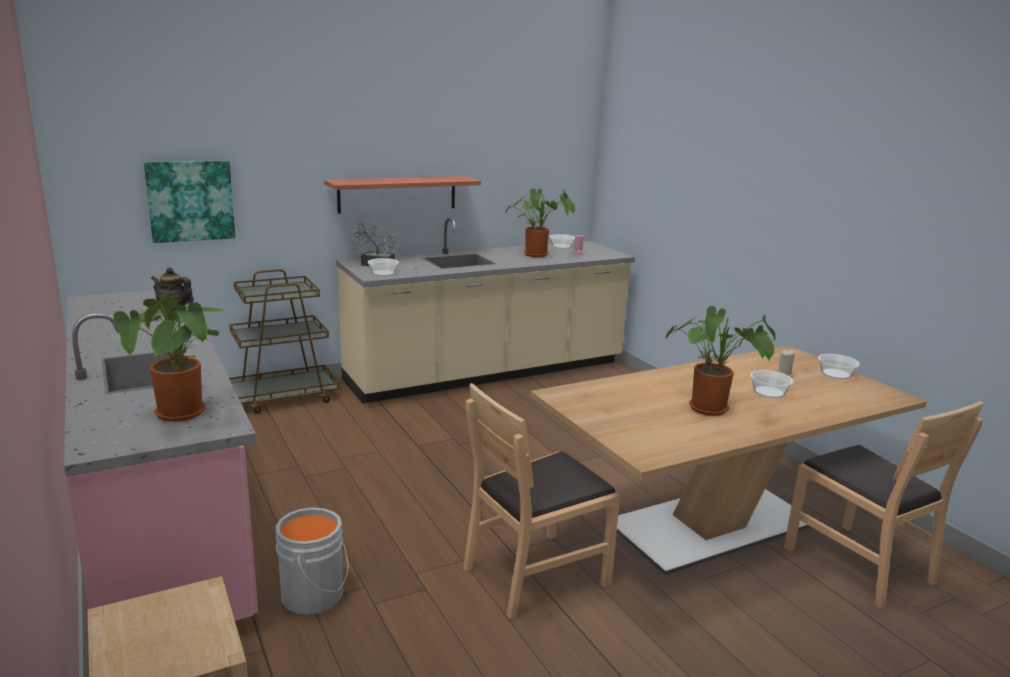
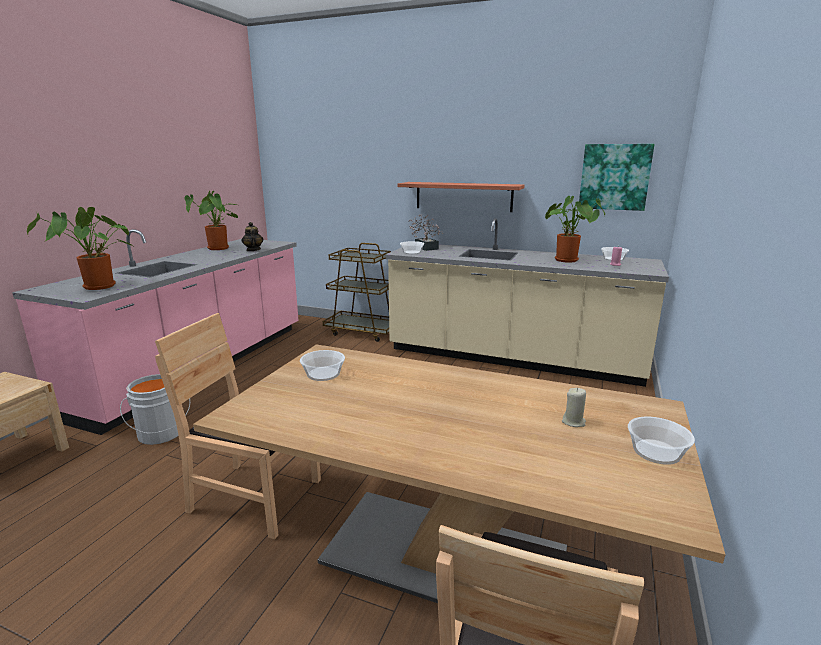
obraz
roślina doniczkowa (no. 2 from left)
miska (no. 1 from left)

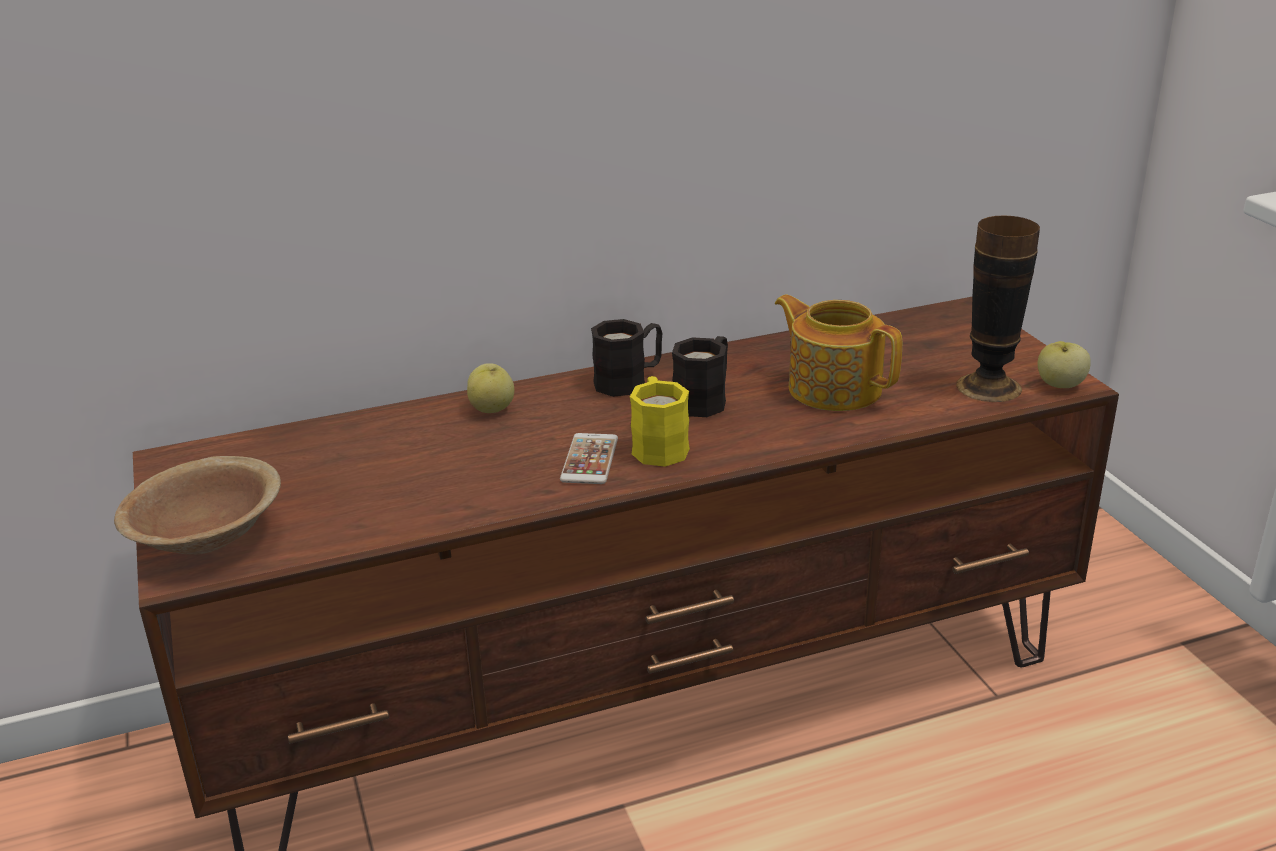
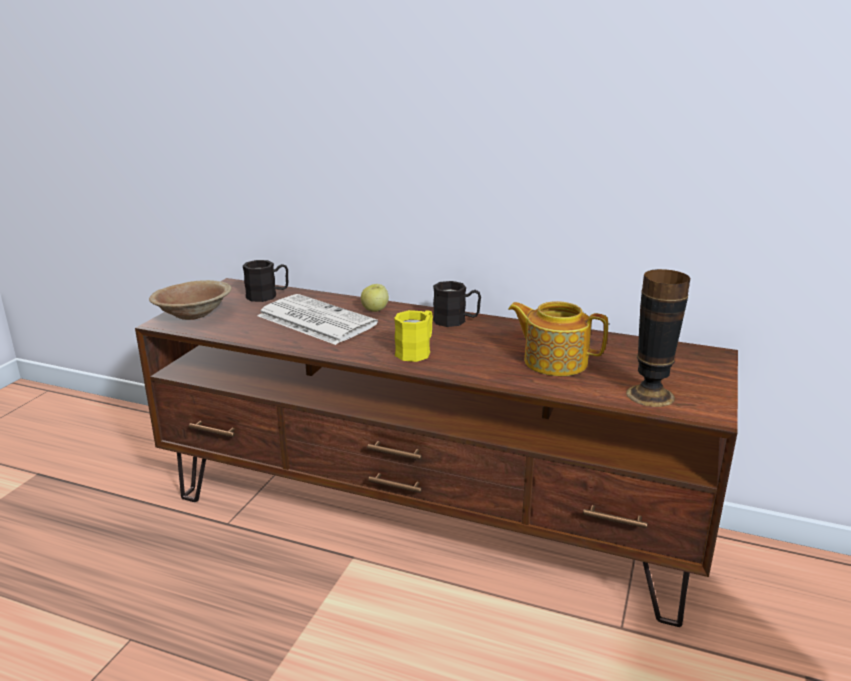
telefon
kubek (czarny) (no. 1 from left)
imbryk
jabłko (no. 2 from left in the first image)
gazeta

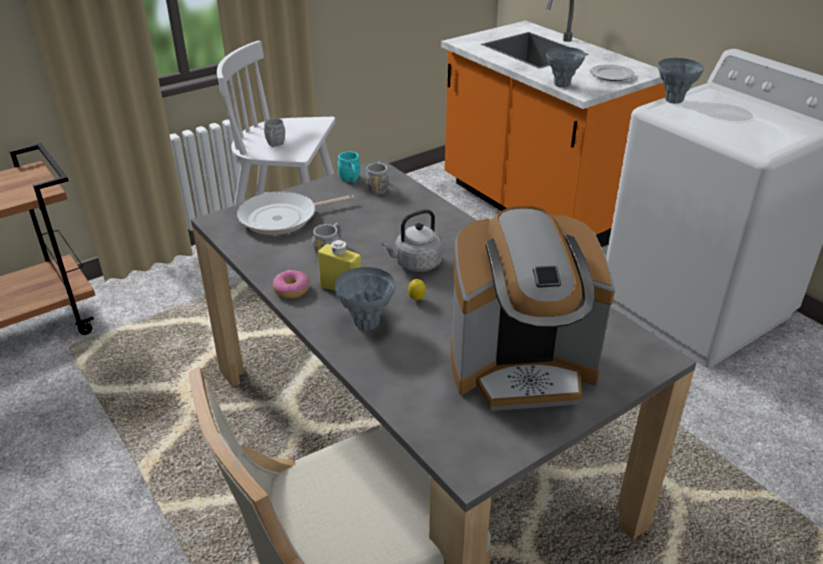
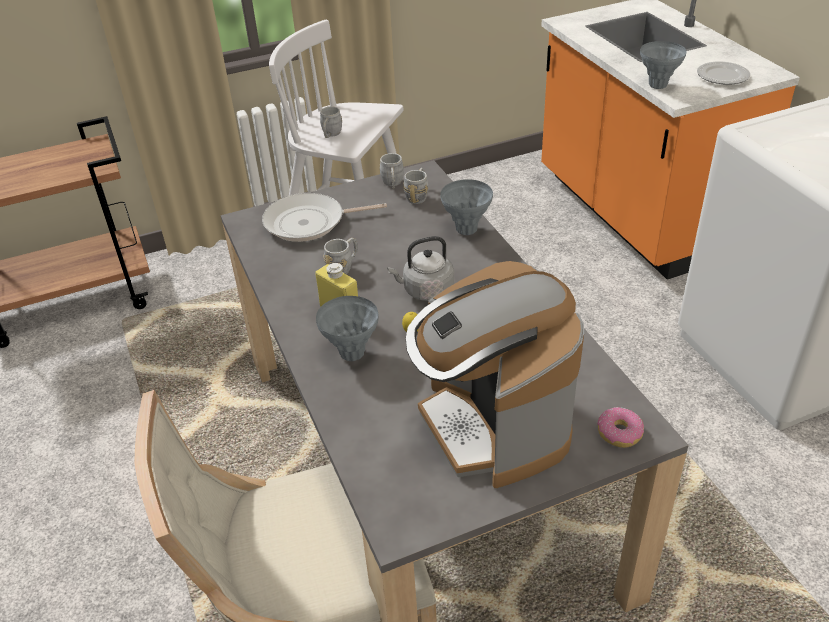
donut
kubek (szary) (no. 3 from left)
ekspres do kawy
wazon (szary) (no. 2 from left)

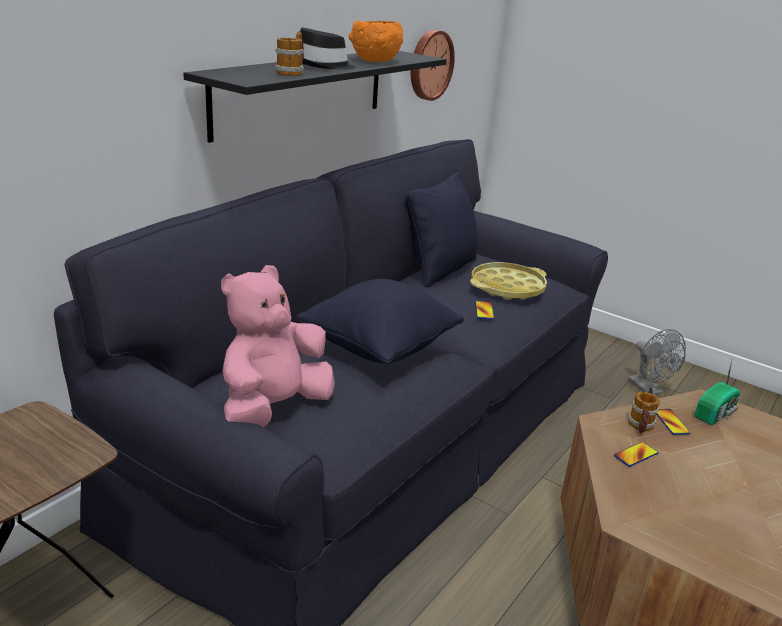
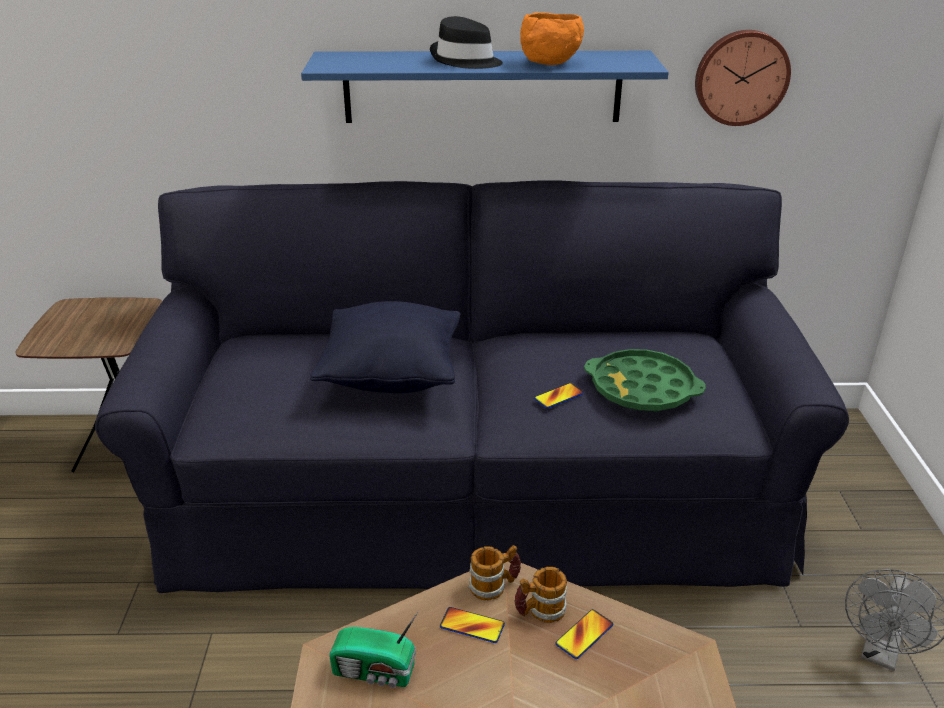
półka (niebieski)
pluszak (różowy)
kubek (no. 1 from left)
poduszka (czarny) (no. 2 from left in the first image)
taca (zielony)
radio

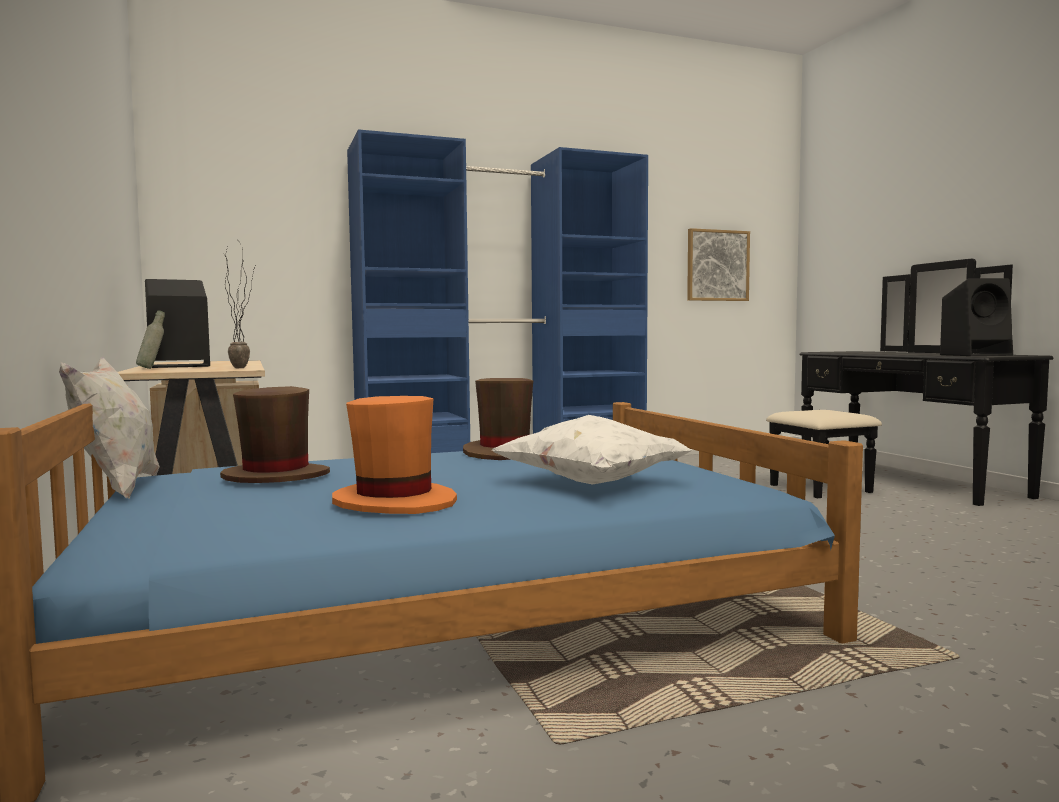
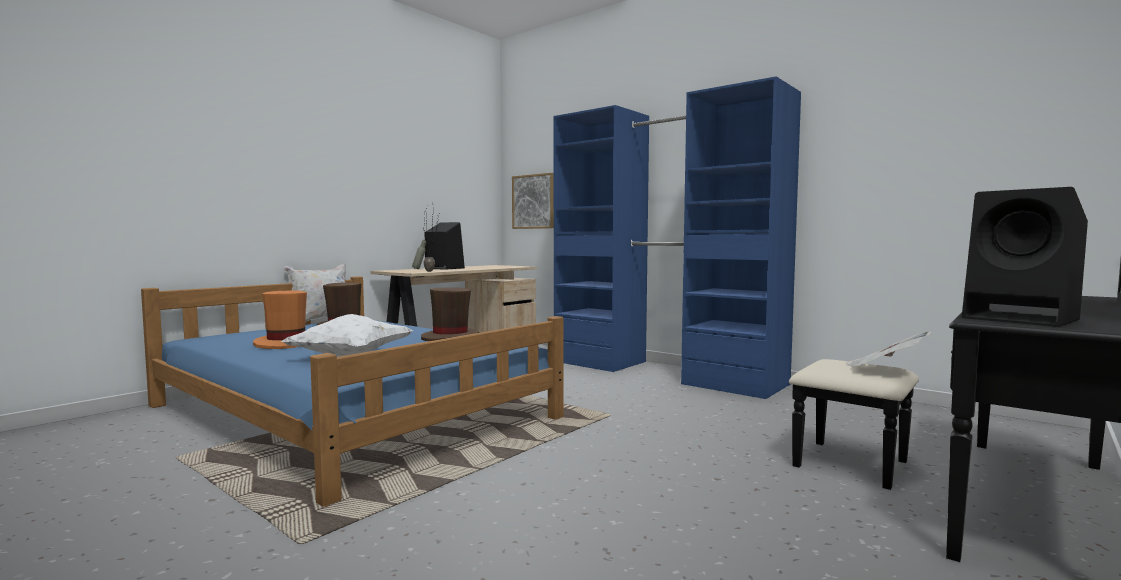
obraz
gazeta

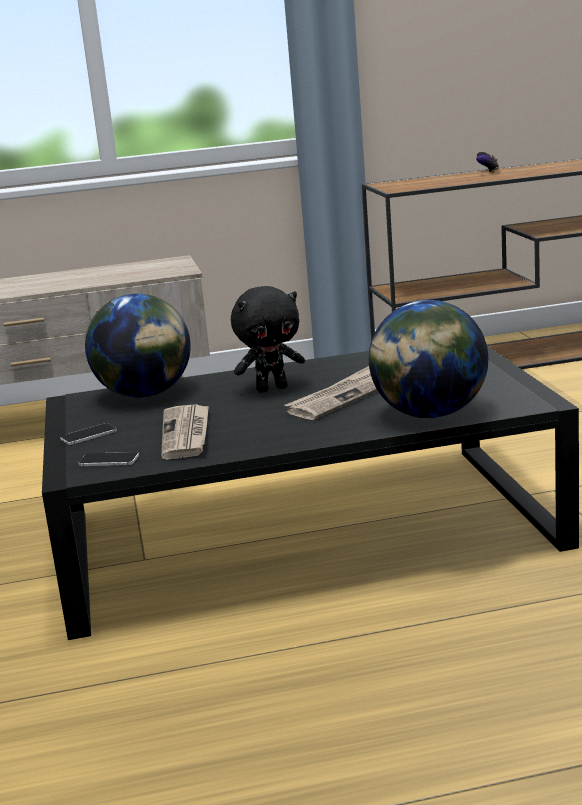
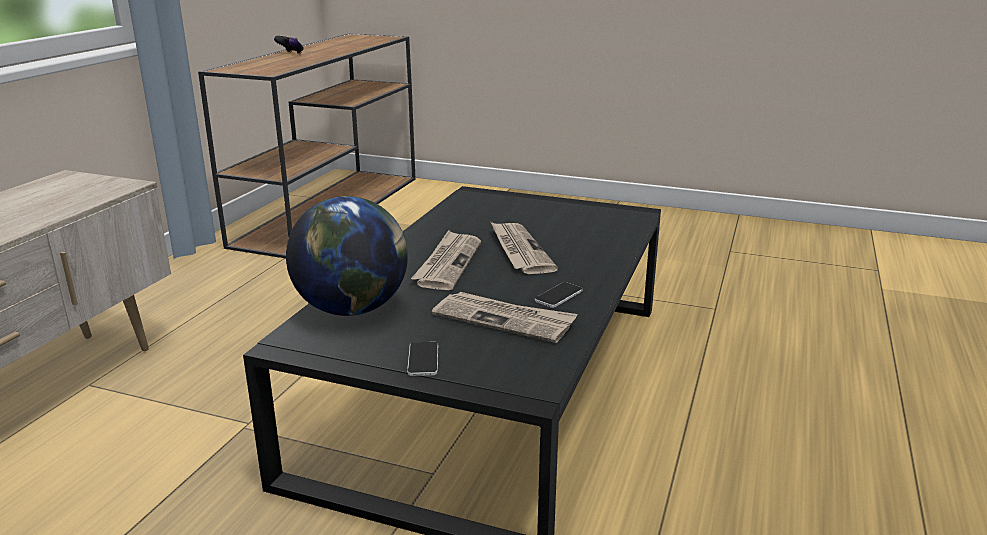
telefon (no. 2 from left)
gazeta (no. 1 from left)
globus (no. 2 from left in the first image)

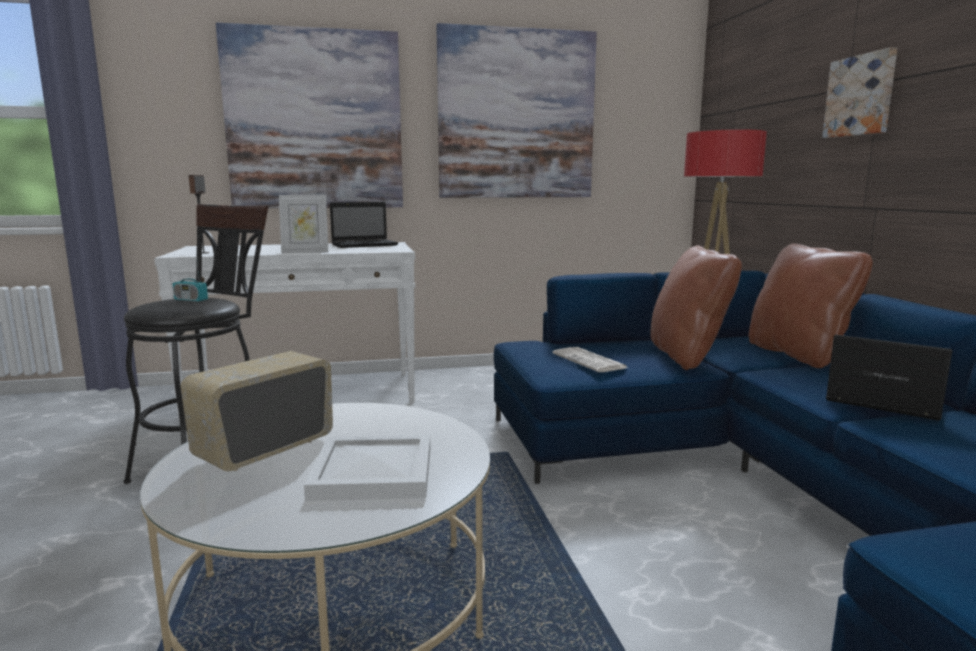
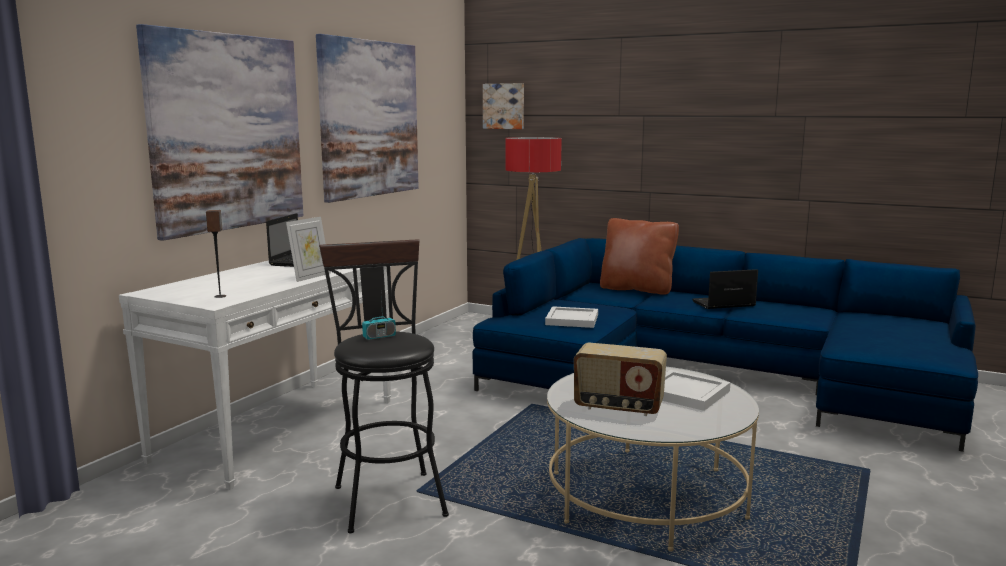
radio (no. 2 from left)
taca (biały) (no. 1 from left)
poduszka (brązowy) (no. 1 from left in the first image)
obraz (no. 3 from left)

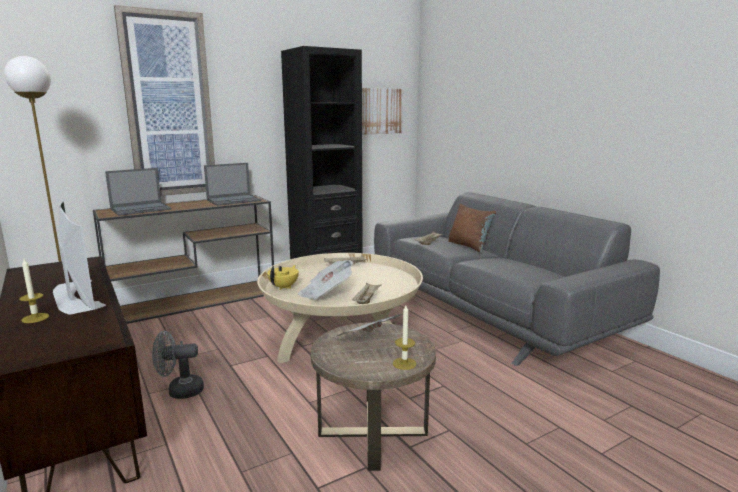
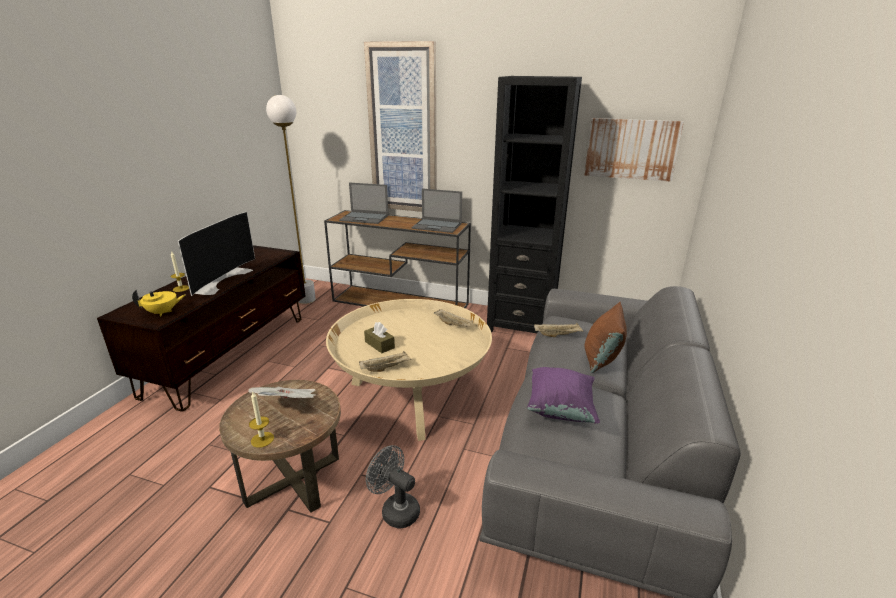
wentylator (szary)
imbryk (żółty)
pudełko chusteczek (brązowy)
poduszka (fioletowy)

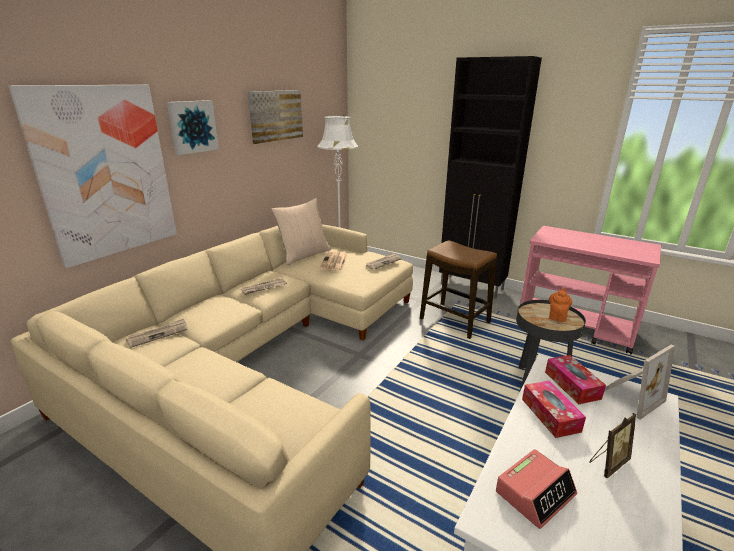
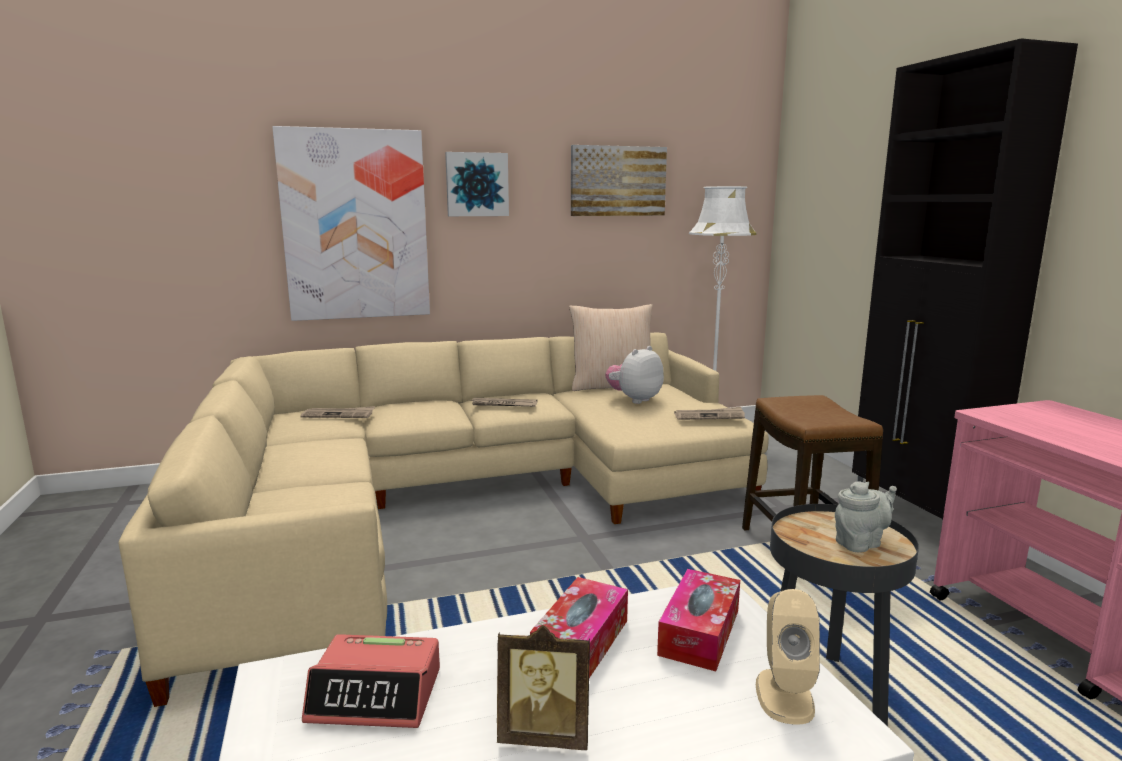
pluszak
imbryk (szary)
głośnik (beżowy)

